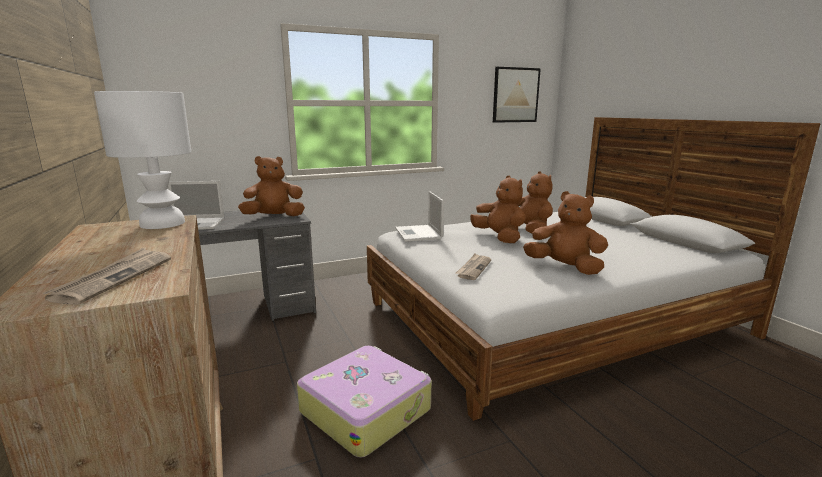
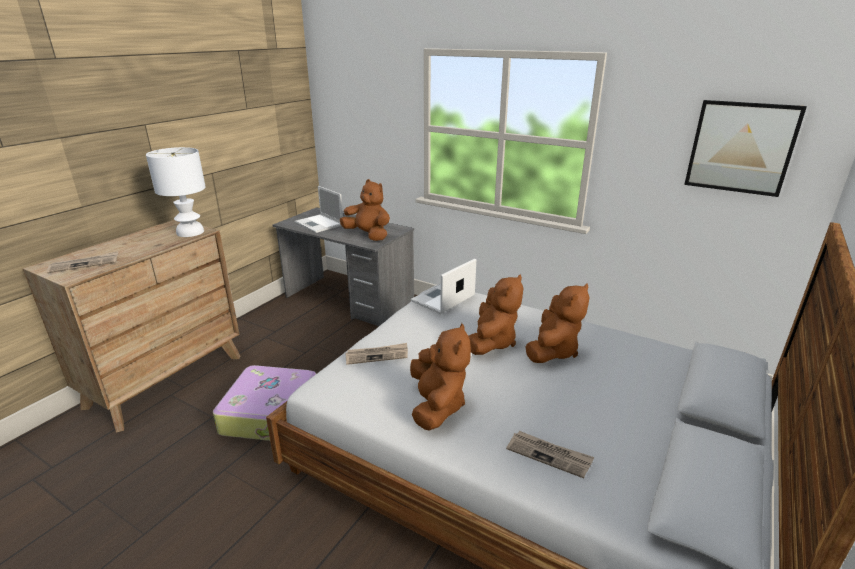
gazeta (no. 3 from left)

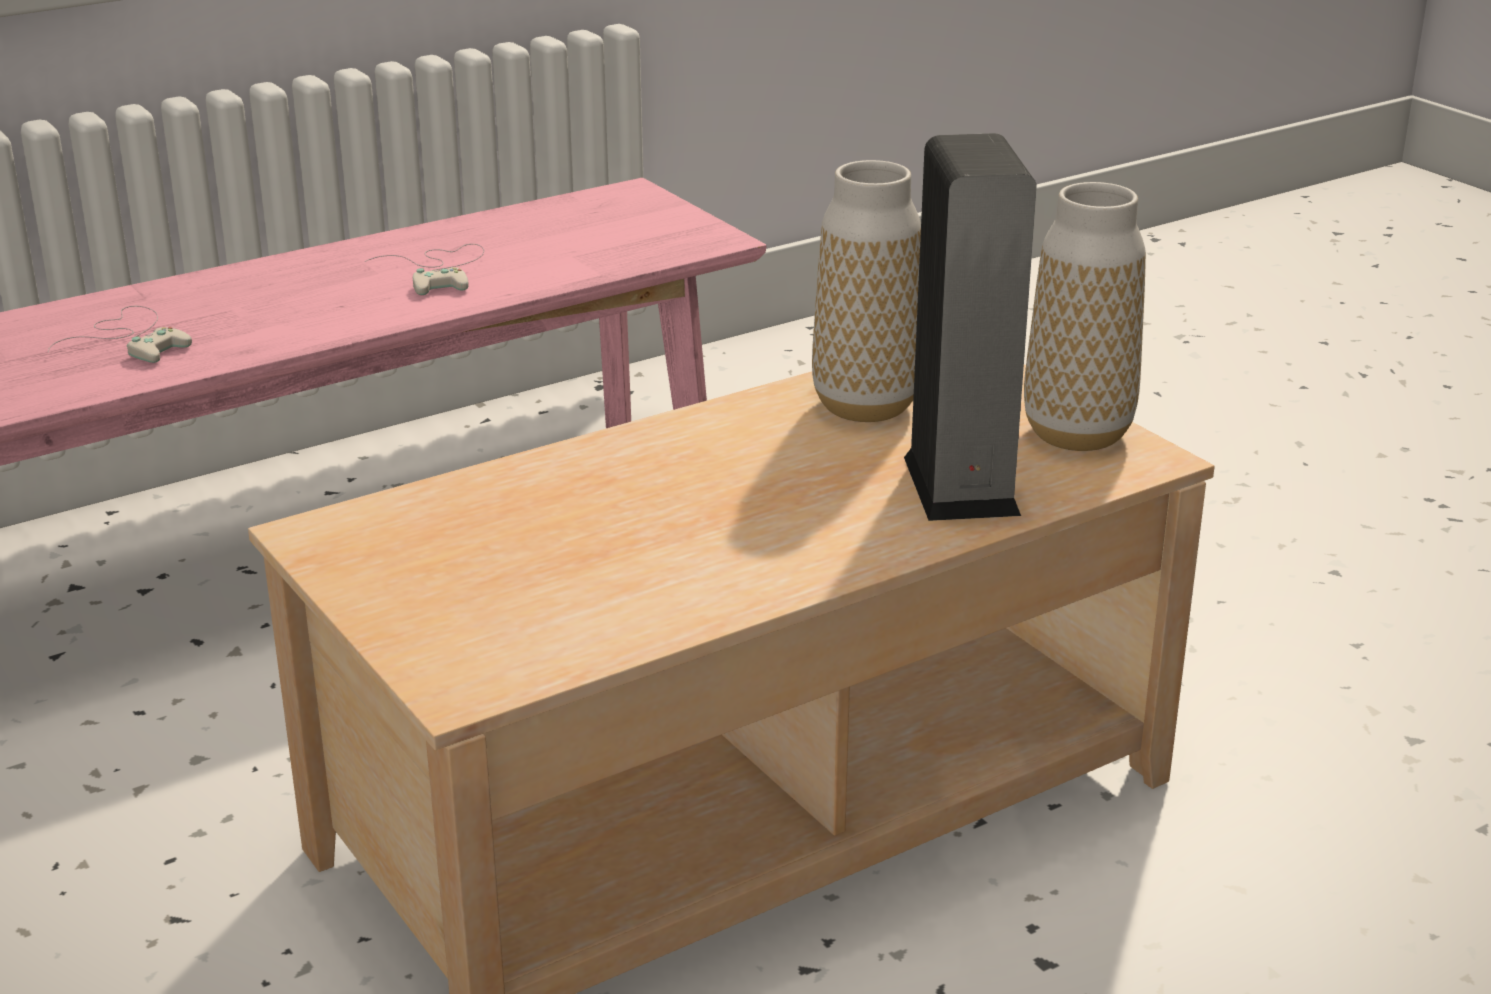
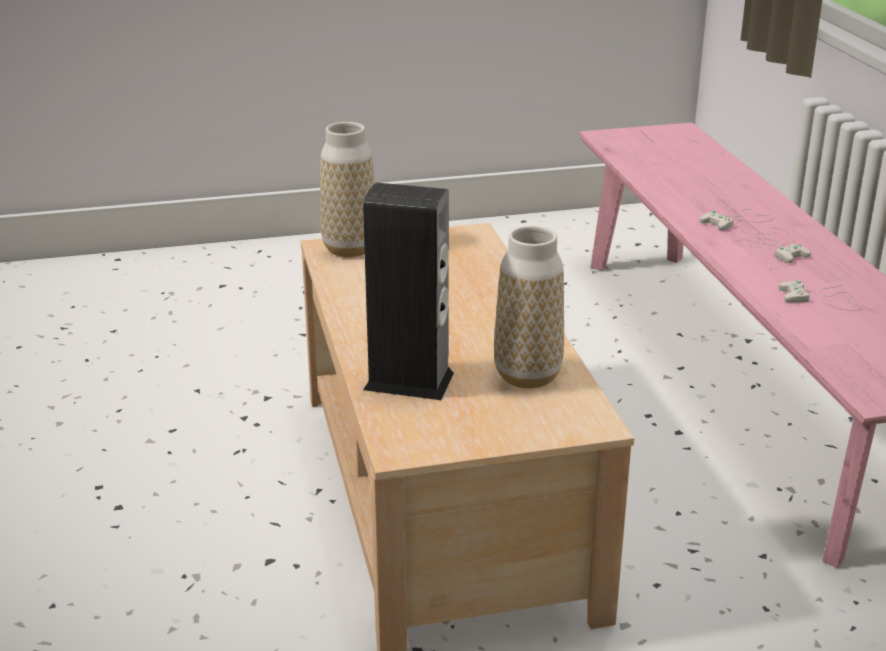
wazon (no. 1 from left)
pad do gier (biały) (no. 2 from left)

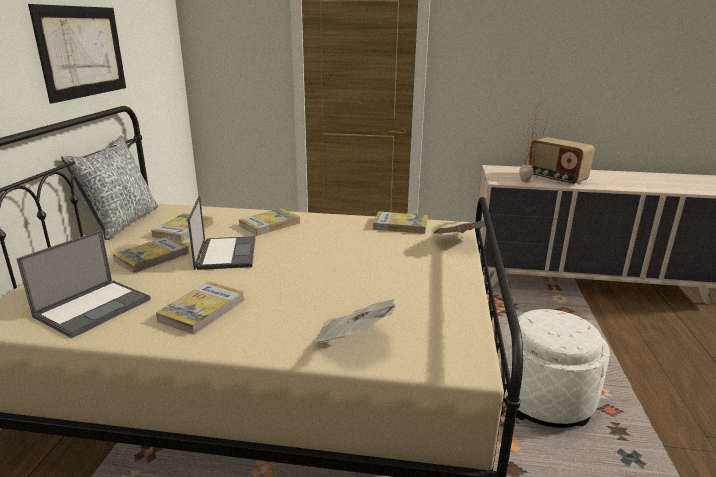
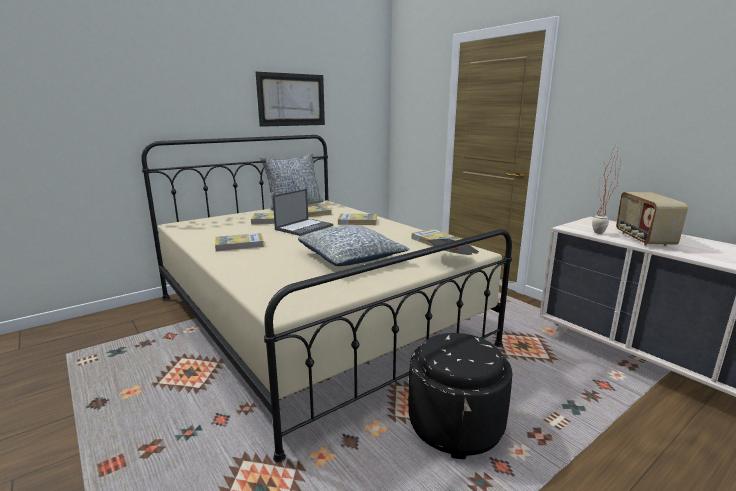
laptop (no. 1 from left in the first image)
gazeta (no. 1 from left in the first image)
pufa (czarny)
poduszka (no. 2 from left)

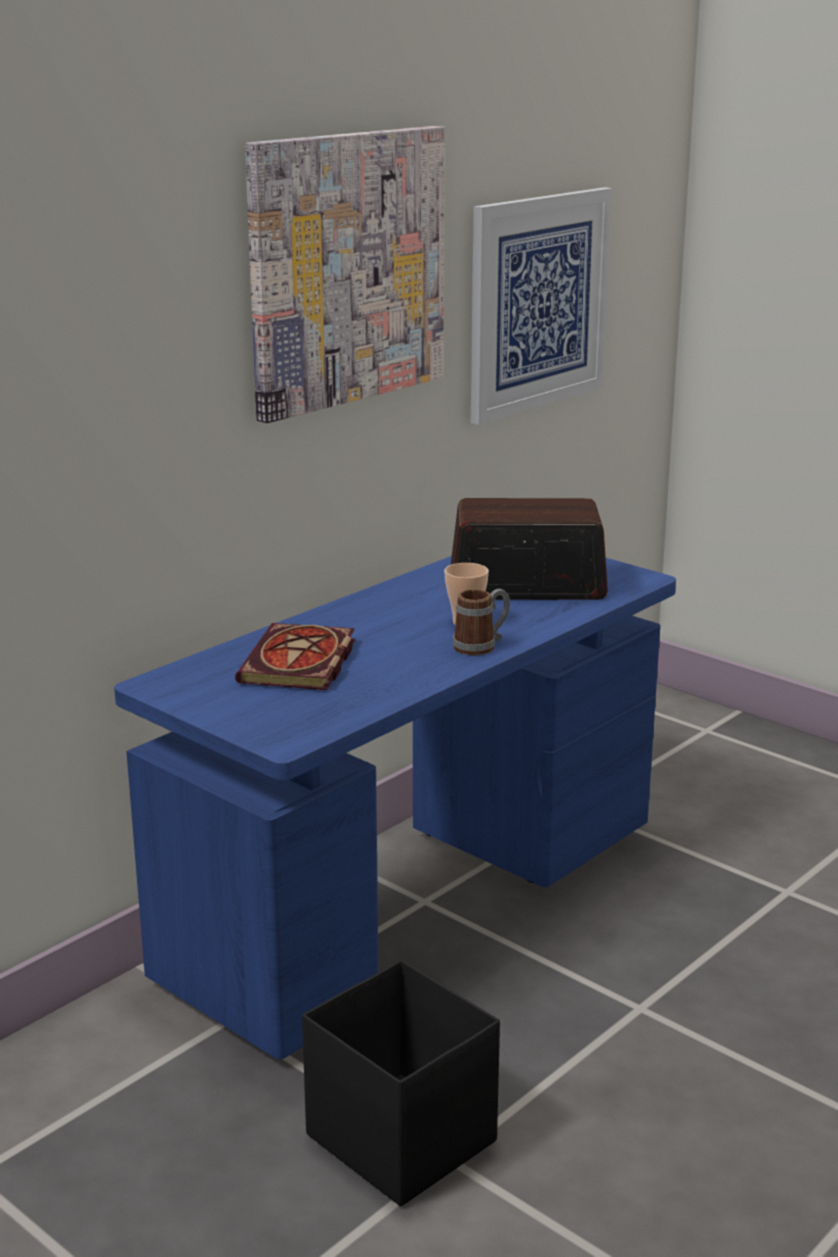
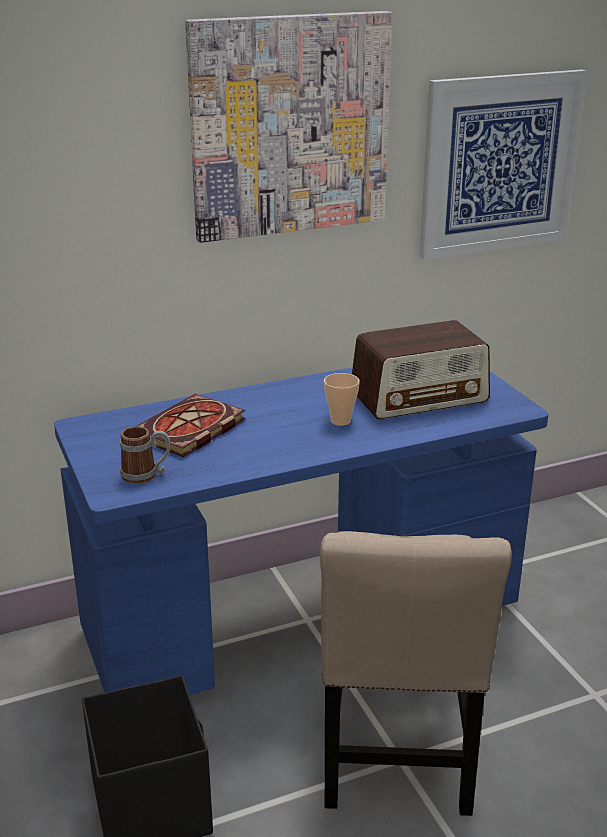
radio
kubek
krzesło (beżowy)

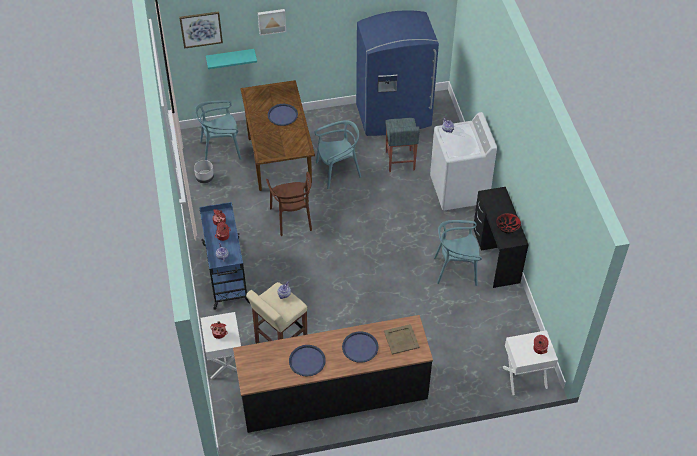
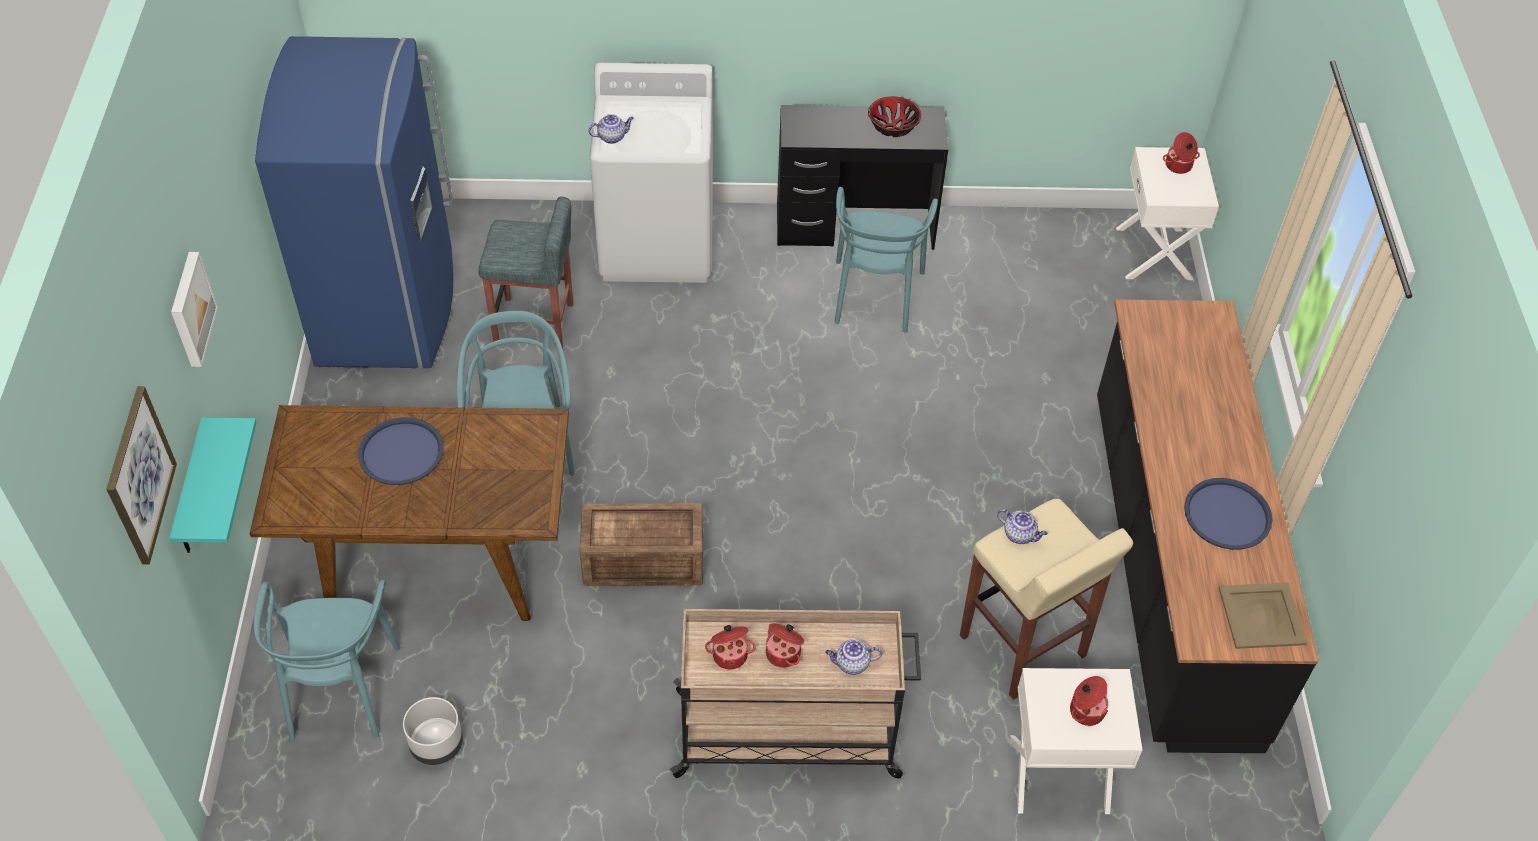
wózek (beżowy)
skrzynka
taca (niebieski) (no. 3 from left in the first image)
taca (beżowy)

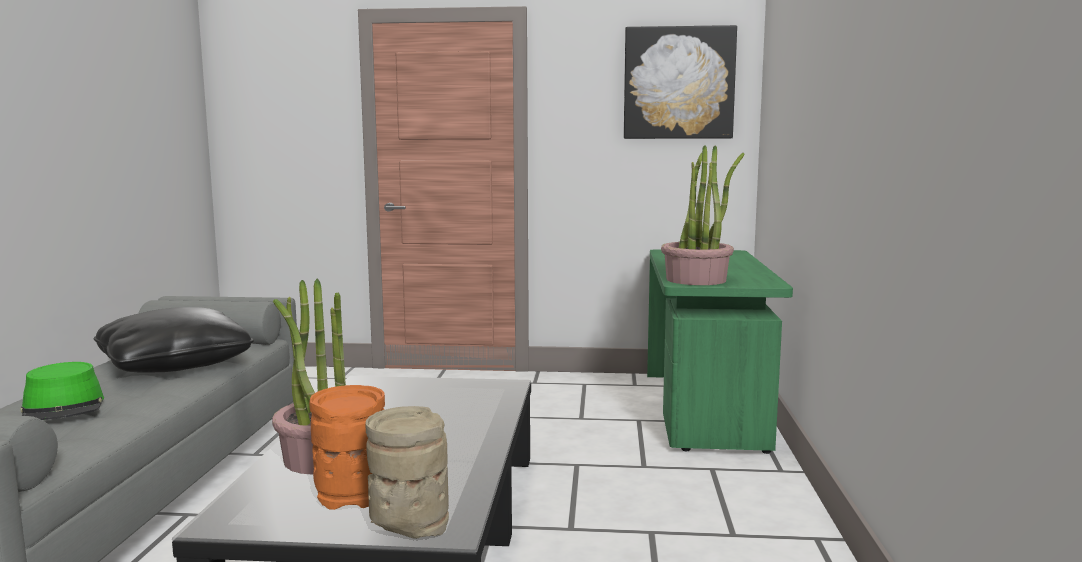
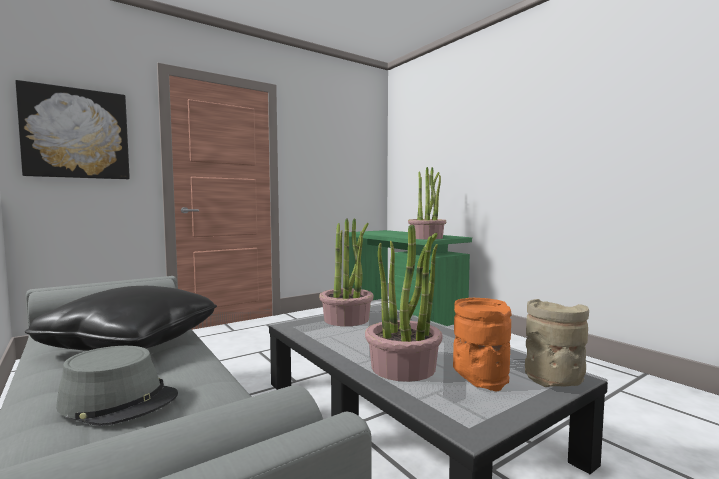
kapelusz (szary)
obraz
roślina doniczkowa (no. 1 from left)

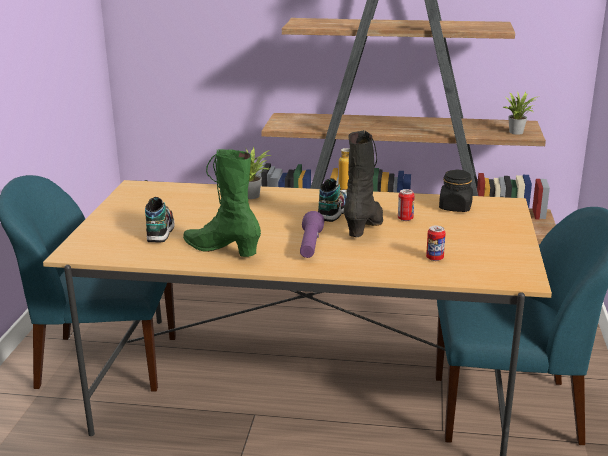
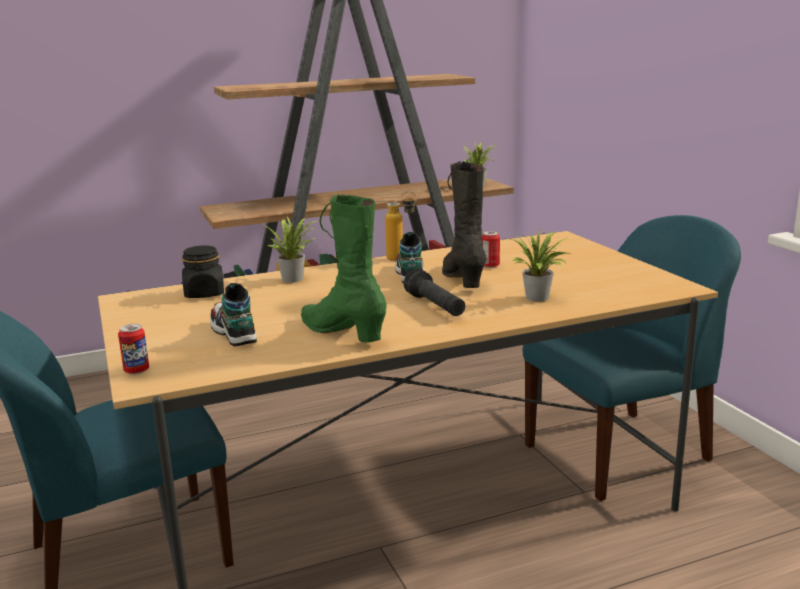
but z cholewką (zielony)
latarka (czarny)
puszka (no. 1 from left)
słoik (czarny)
roślina doniczkowa (no. 3 from left)

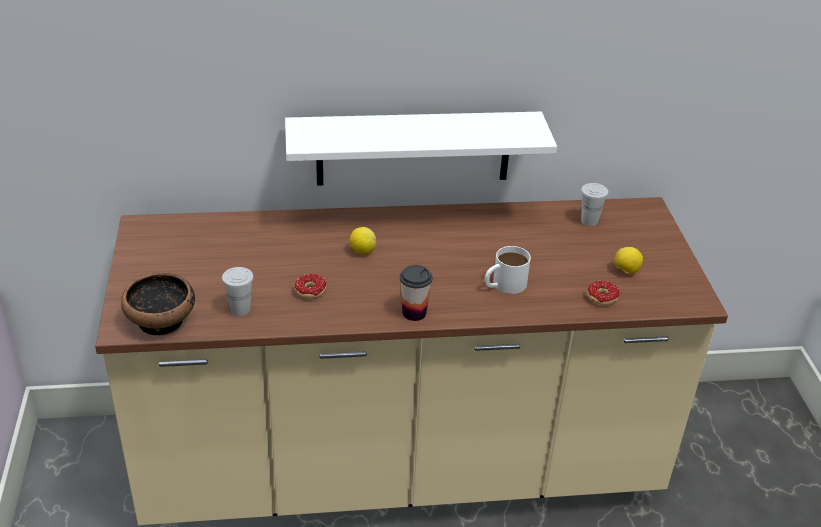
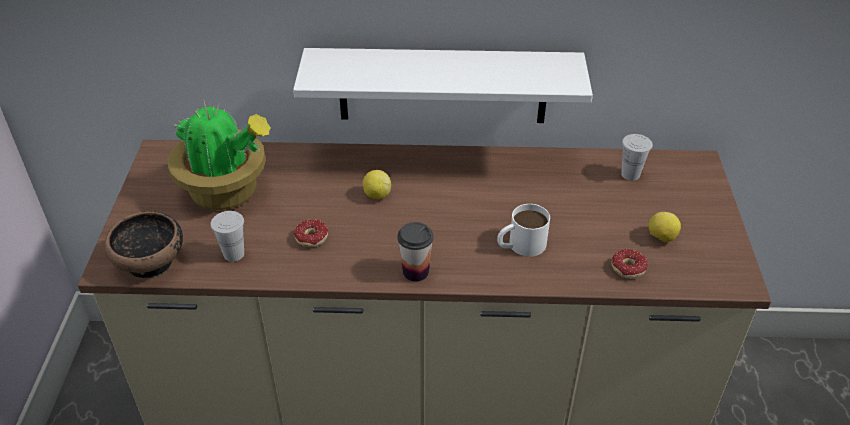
roślina doniczkowa

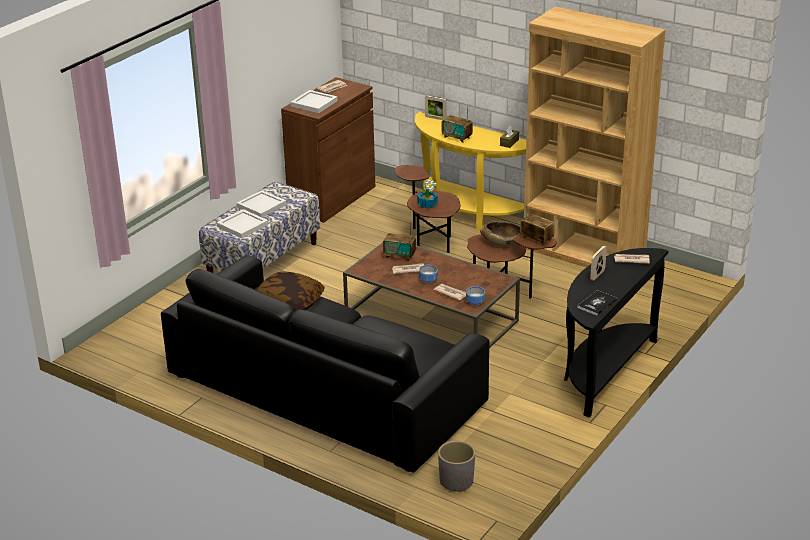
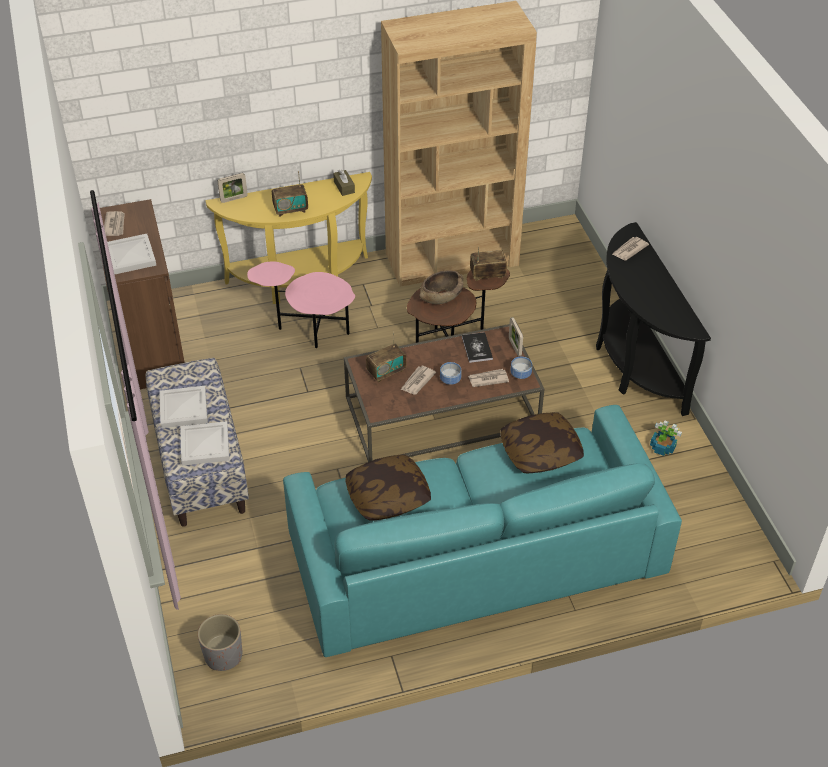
kanapa (turkusowy)
stolik (różowy)
roślina doniczkowa
donica (szary)
książka
ramka na zdjęcie (no. 2 from left)
poduszka (no. 2 from left)

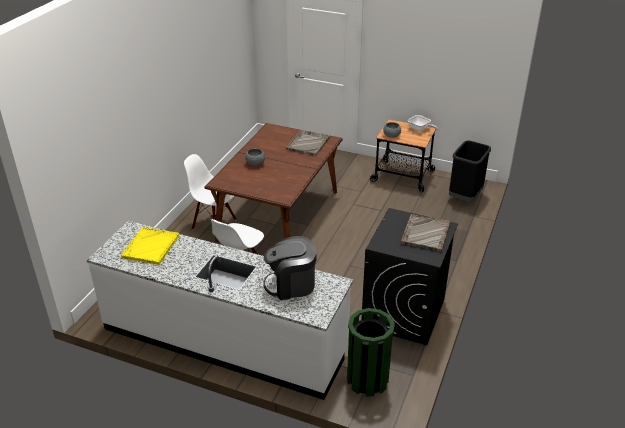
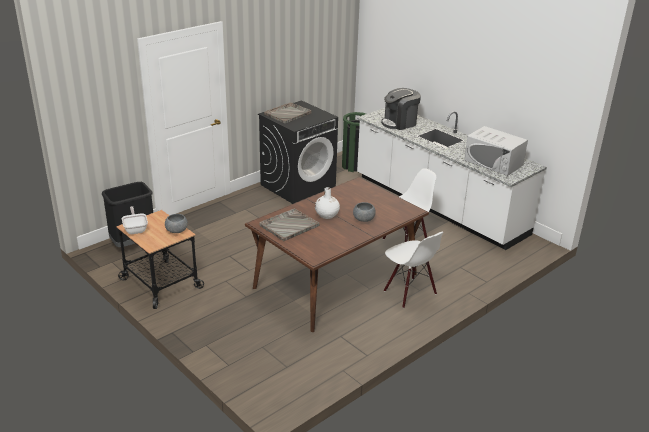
mikrofalówka (biały)
ekspres do kawy
wazon (biały)

